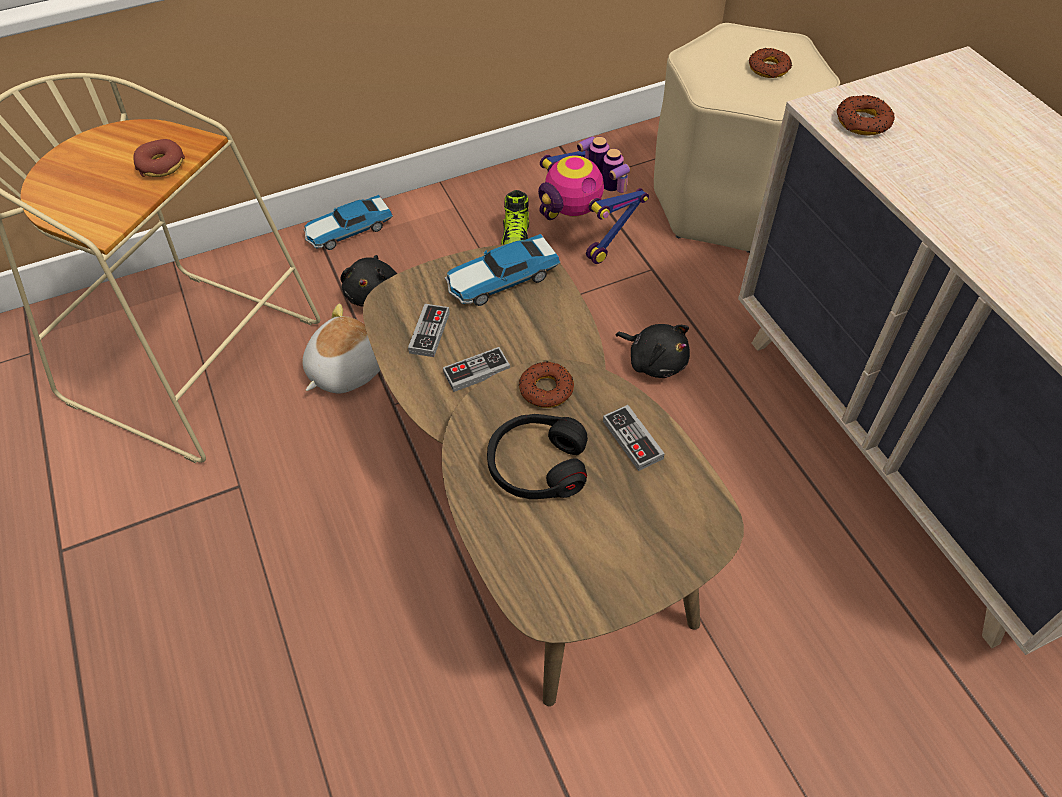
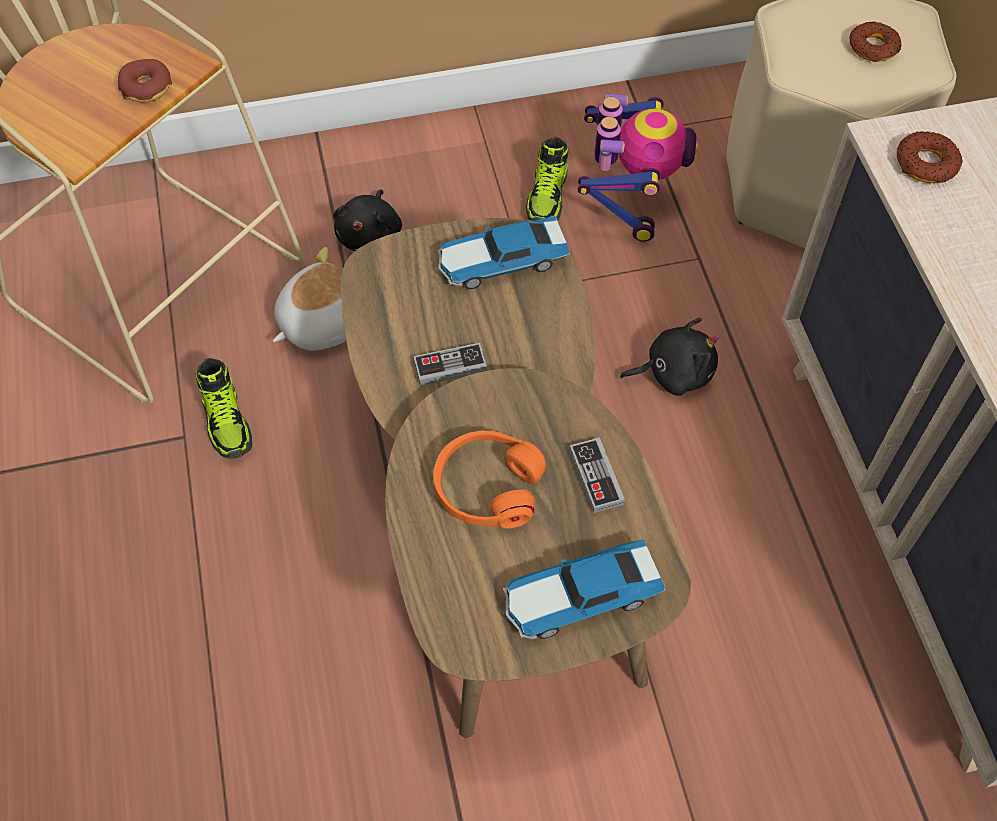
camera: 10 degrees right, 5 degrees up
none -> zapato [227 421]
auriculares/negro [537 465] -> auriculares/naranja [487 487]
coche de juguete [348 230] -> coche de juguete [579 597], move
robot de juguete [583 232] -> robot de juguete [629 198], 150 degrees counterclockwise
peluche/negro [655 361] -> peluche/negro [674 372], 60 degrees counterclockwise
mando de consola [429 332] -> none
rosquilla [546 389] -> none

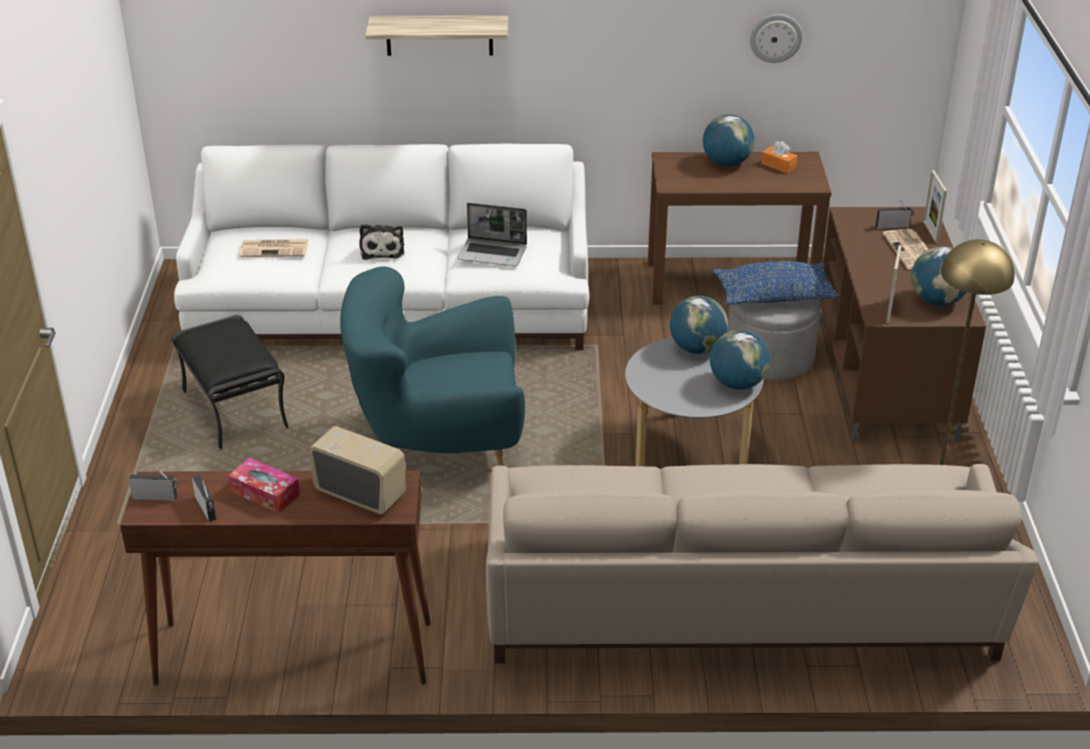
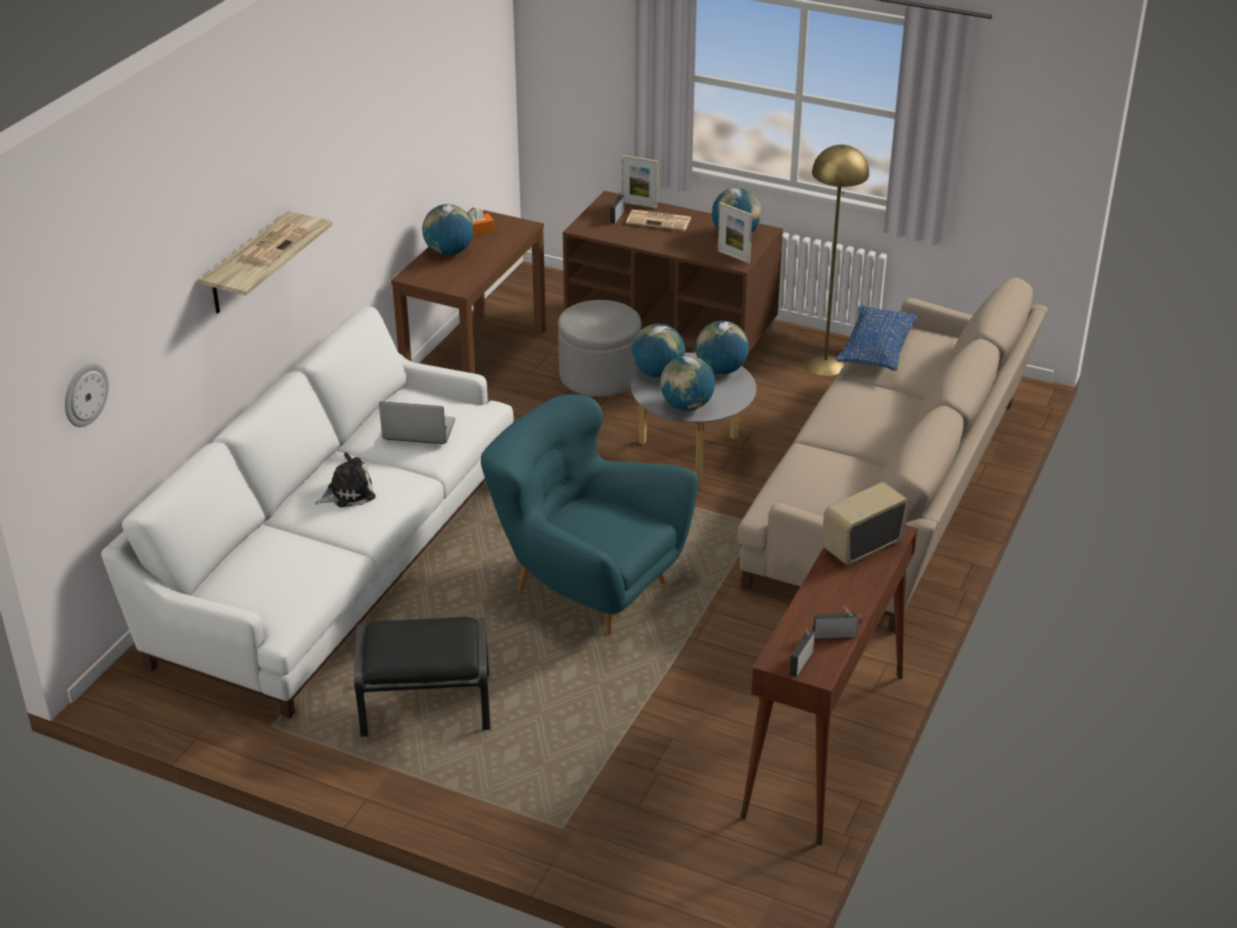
camera: 65 degrees left, 0 degrees up
reloj de pared [775 37] -> reloj de pared [84 394], move
periódico [275 248] -> periódico [274 244], move
peluche [382 249] -> peluche [348 493], 45 degrees counterclockwise
portátil [493 253] -> portátil [417 431], 120 degrees counterclockwise
sillón/turquesa [440 444] -> sillón/turquesa [587 585], 105 degrees clockwise
none -> globo terráqueo [686 406]
cojín/azul [774 296] -> cojín/azul [876 349], move
caja de pañuelos [265 493] -> none

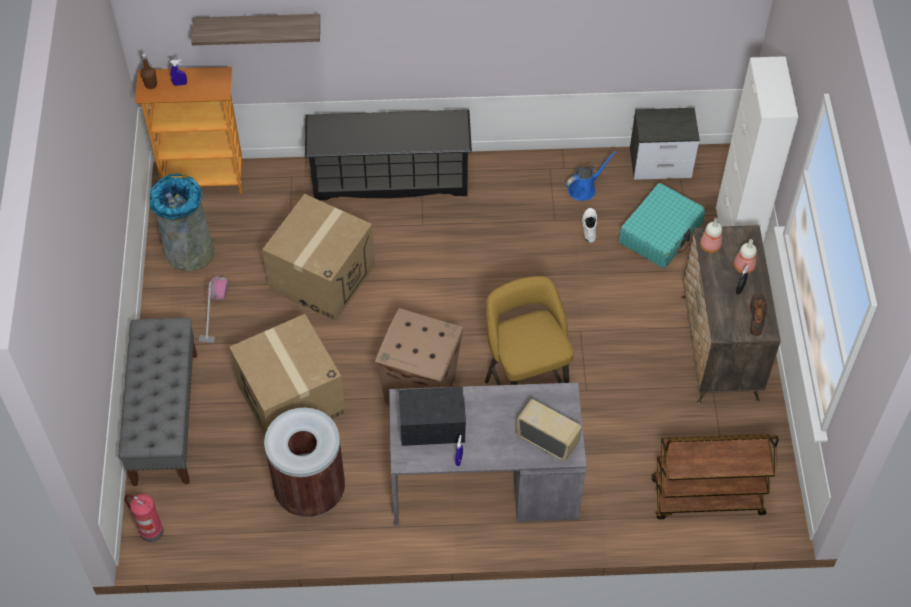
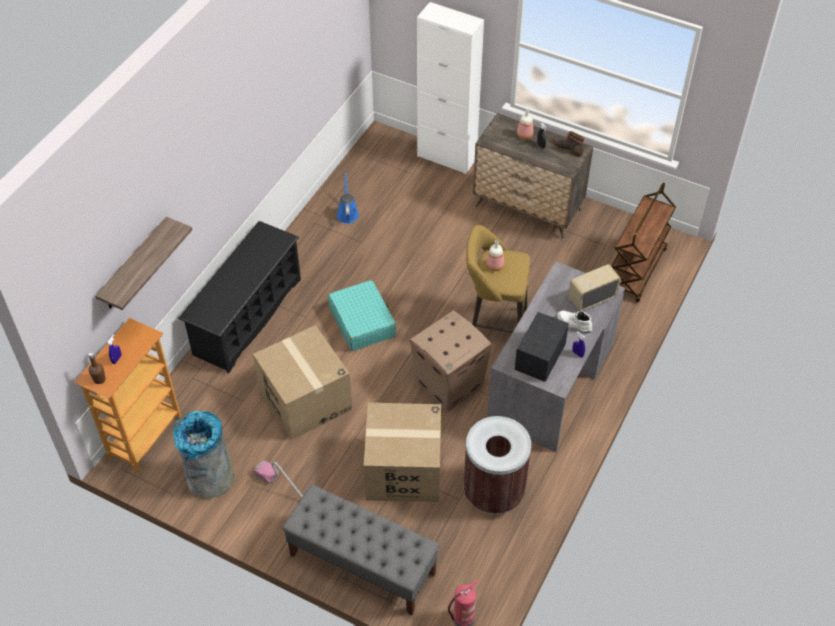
camera: 60 degrees left, 5 degrees down
maleta/turquesa [660 233] -> maleta/turquesa [362 322], move
botella [710 246] -> botella [495 266], move
bota/blanco [589 226] -> bota/blanco [573 324], move
mesita de noche [661 164] -> none

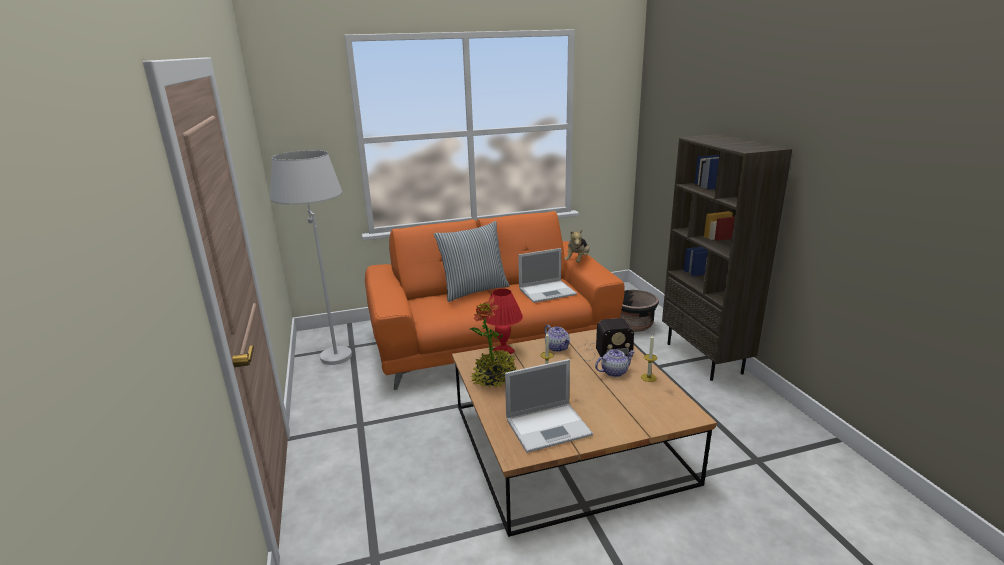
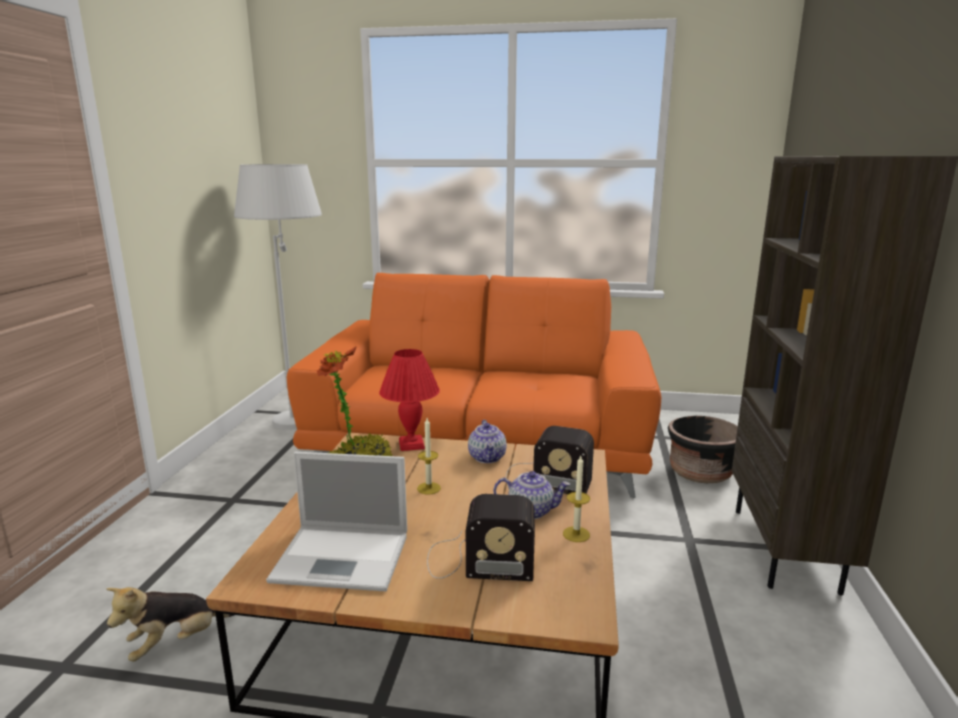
camera: 25 degrees right, 5 degrees down
peluche [577 261] -> peluche [176 642], move
none -> radio [476 561]
cojín [474 290] -> none
portátil [548 291] -> none

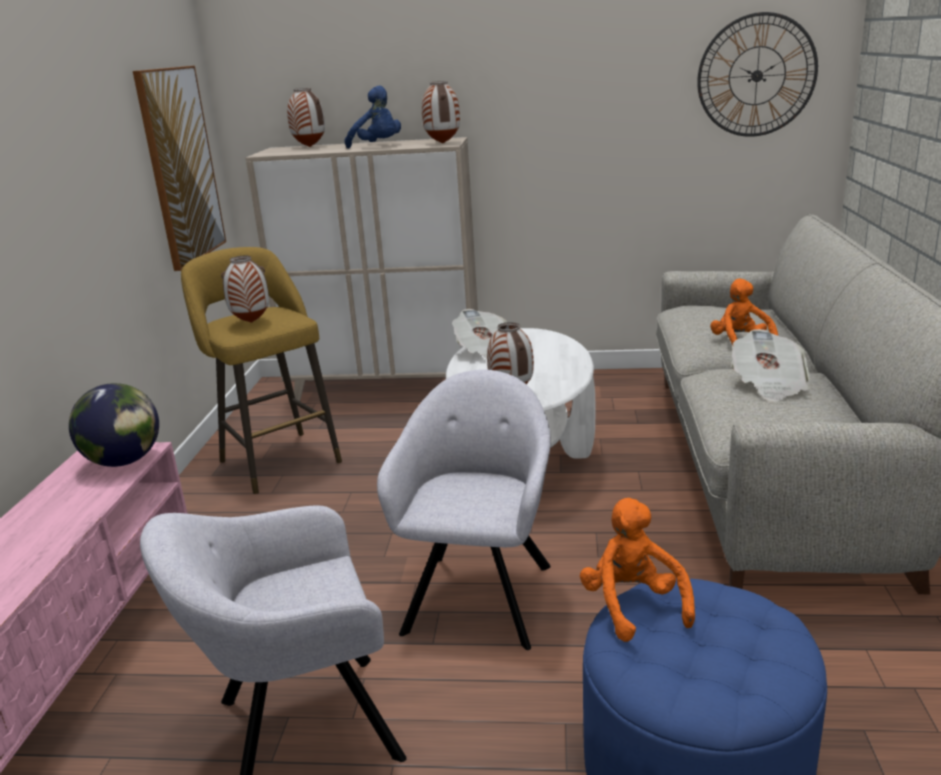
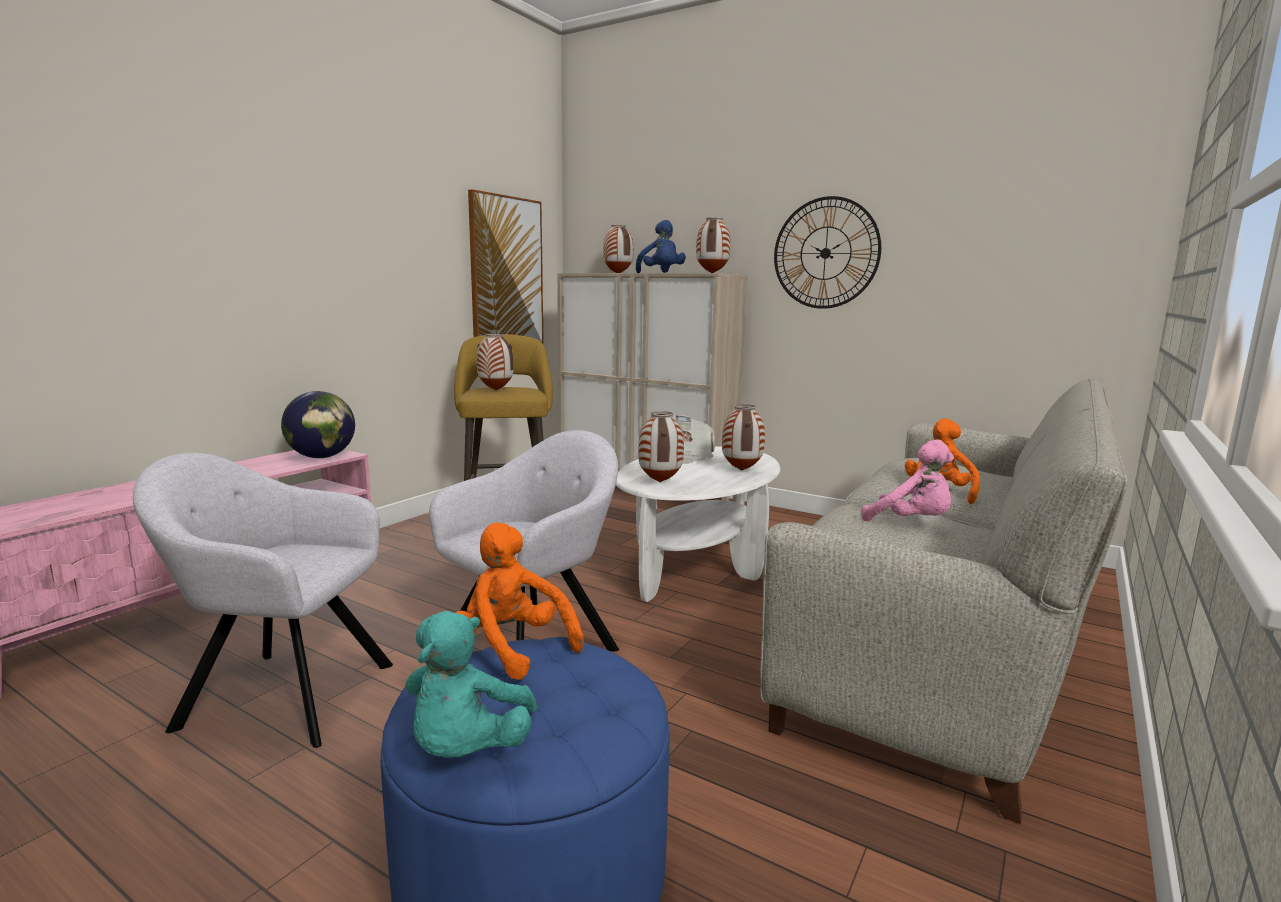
camera: 25 degrees right, 10 degrees down
none -> peluche/turquesa [467 750]
peluche/naranja [633 605] -> peluche/naranja [512 648], 60 degrees counterclockwise
none -> florero [741 470]
reloj de pared [757 76] -> reloj de pared [825 253], move
periódico [768 385] -> peluche/rosa [912 522]

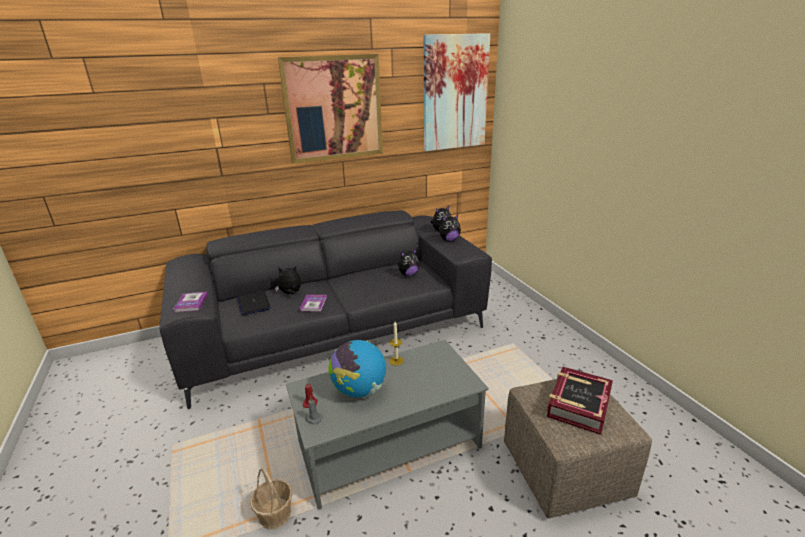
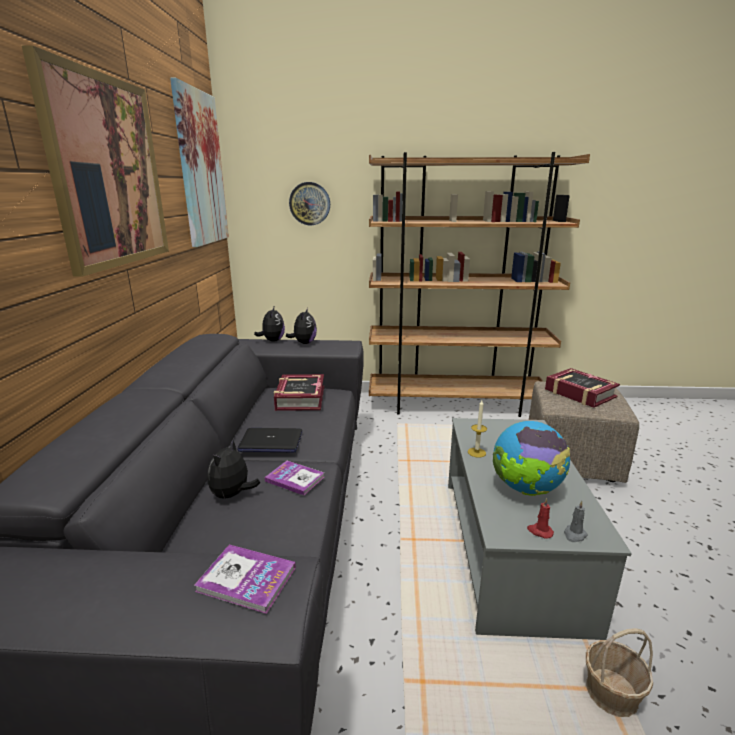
camera: 65 degrees left, 5 degrees down
portátil [253 303] -> portátil [270 442], move
peluche [408 274] -> libro [300 398]
none -> reloj de pared [310 203]
none -> estantería/marrón [456 404]

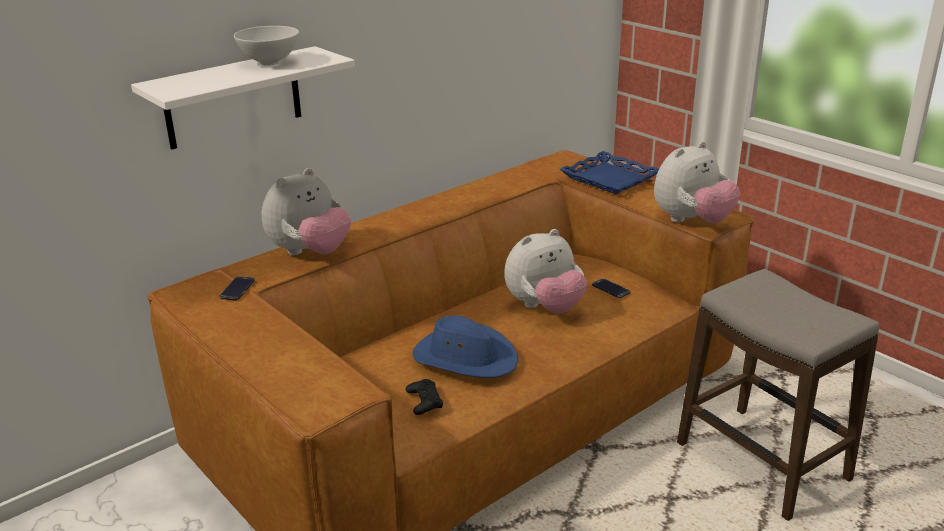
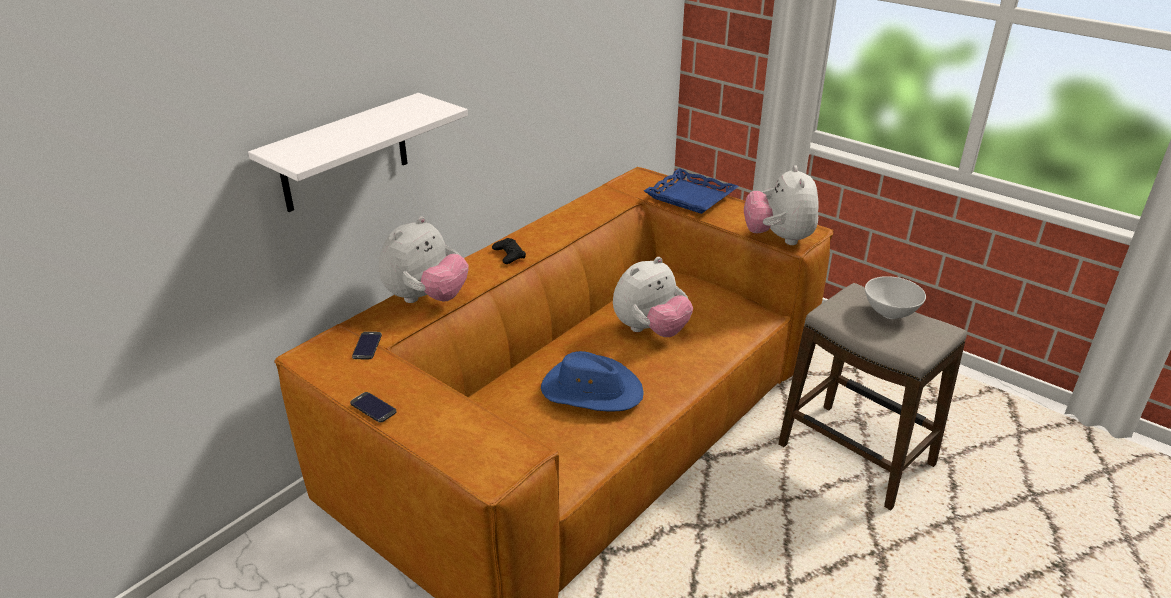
camera: 10 degrees left, 5 degrees up
móvil [610 288] -> móvil [373 407], move
mando de consola/negro [424 401] -> mando de consola/negro [509 255], move
peluche [691 221] -> peluche [778 238], 135 degrees clockwise
cuenco/blanco [269 63] -> cuenco/blanco [890 314], move

